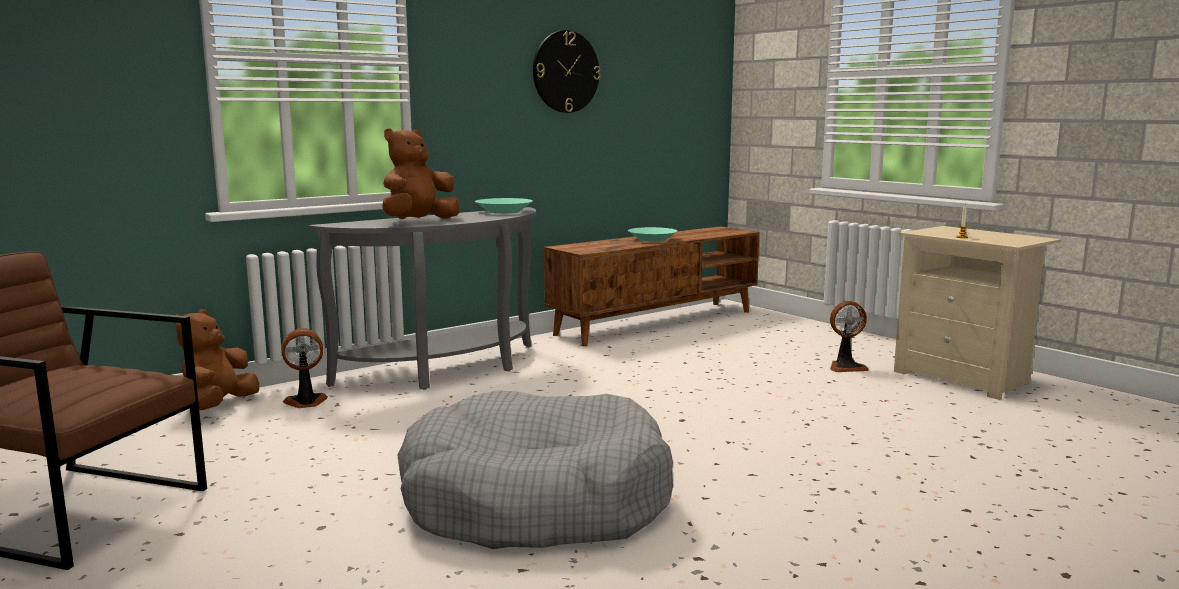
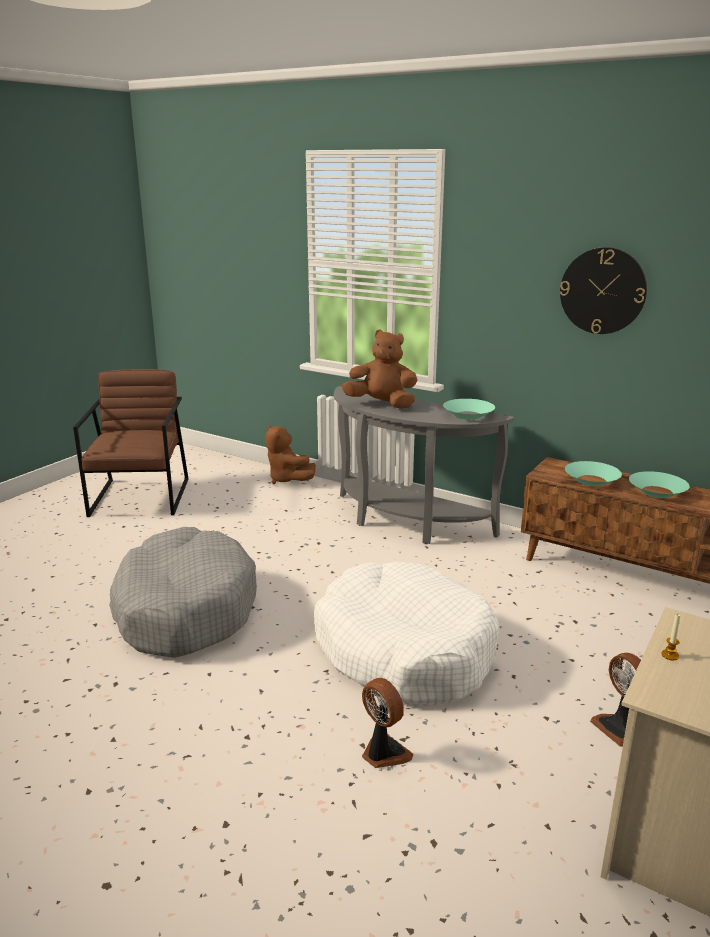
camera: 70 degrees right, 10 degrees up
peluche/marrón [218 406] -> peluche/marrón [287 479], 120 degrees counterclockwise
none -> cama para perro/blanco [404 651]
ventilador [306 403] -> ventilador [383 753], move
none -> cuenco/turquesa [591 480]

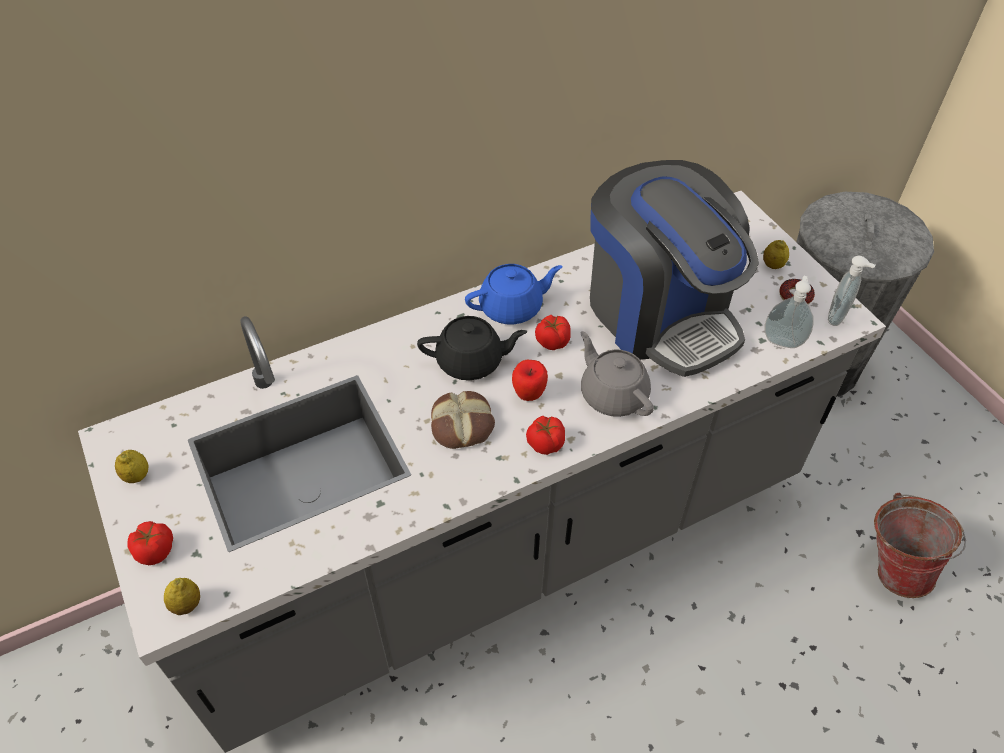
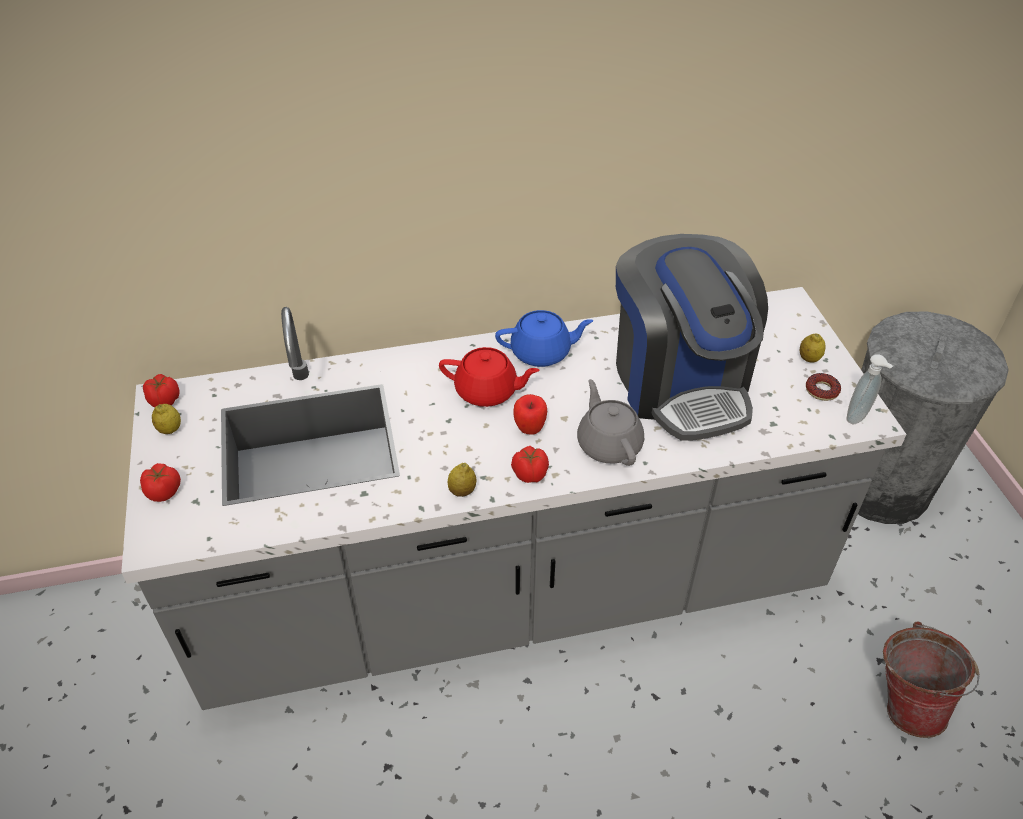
camera: 15 degrees right, 5 degrees down
tomate [552 341] -> tomate [164 401], move
tetera/negro [471 361] -> tetera/rojo [487 391]
limón [187 604] -> limón [462 491], move
pan [463 424] -> none
dispensador de jabón [782 340] -> none

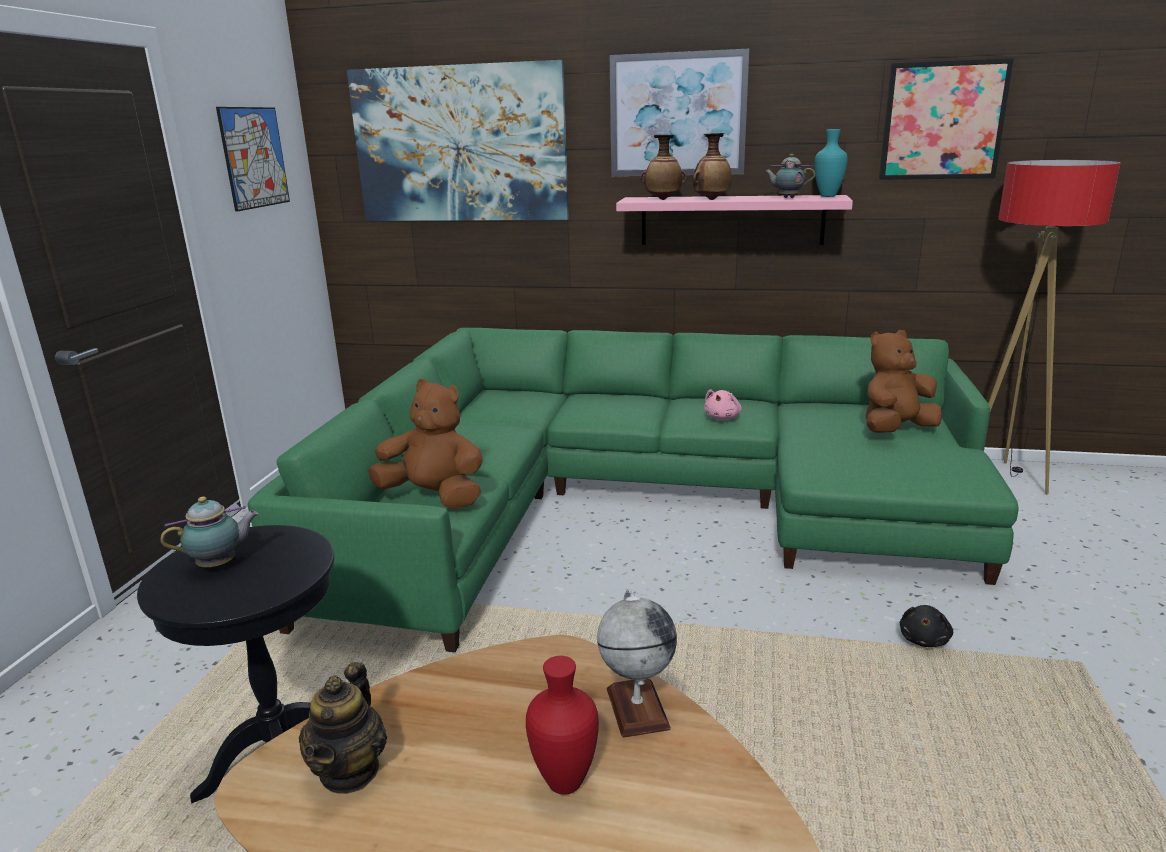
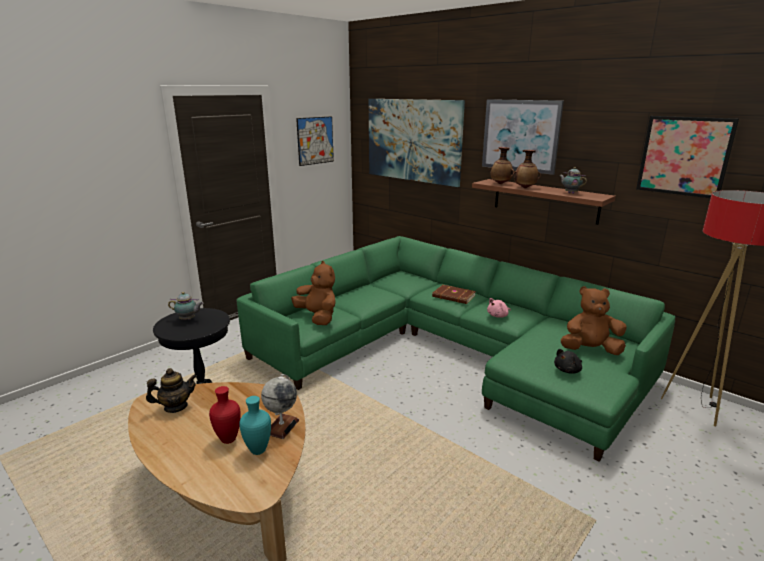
camera: 30 degrees right, 0 degrees up
tetera [350 771] -> tetera [175 407], 150 degrees counterclockwise
florero/turquesa [829 196] -> florero/turquesa [259 450], move
none -> libro/marrón [453 296]
estante/rosa [731 220] -> estante/marrón [545 201]
peluche/negro [924 639] -> peluche/negro [568 370], move

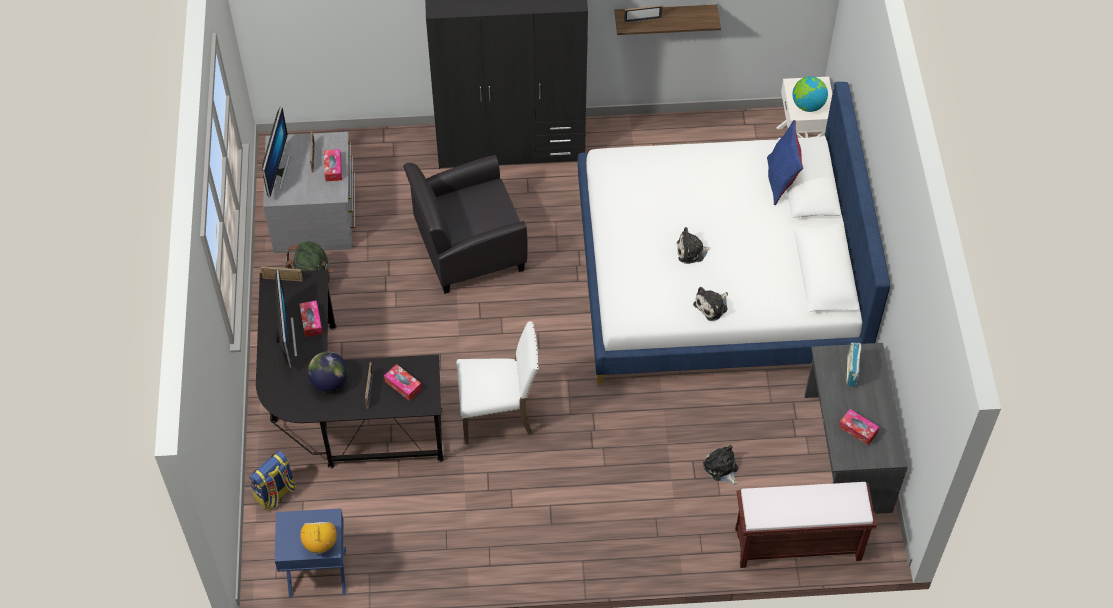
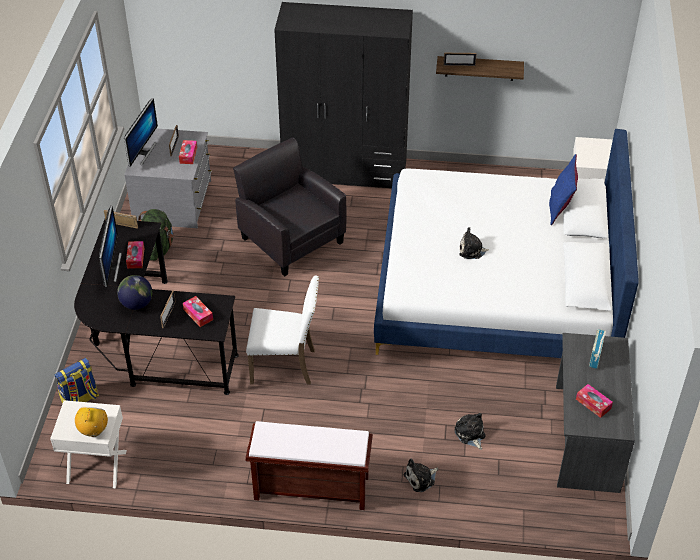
camera: 10 degrees right, 10 degrees down
mesita de noche/azul [317 573] -> mesita de noche/blanco [96 467]
sillón/negro [468 248] -> sillón/negro [291 239], 60 degrees clockwise
banco/marrón [796 545] -> banco/marrón [310 488], move
peluche [712 306] -> peluche [421 478], move
globo terráqueo [808 105] -> none

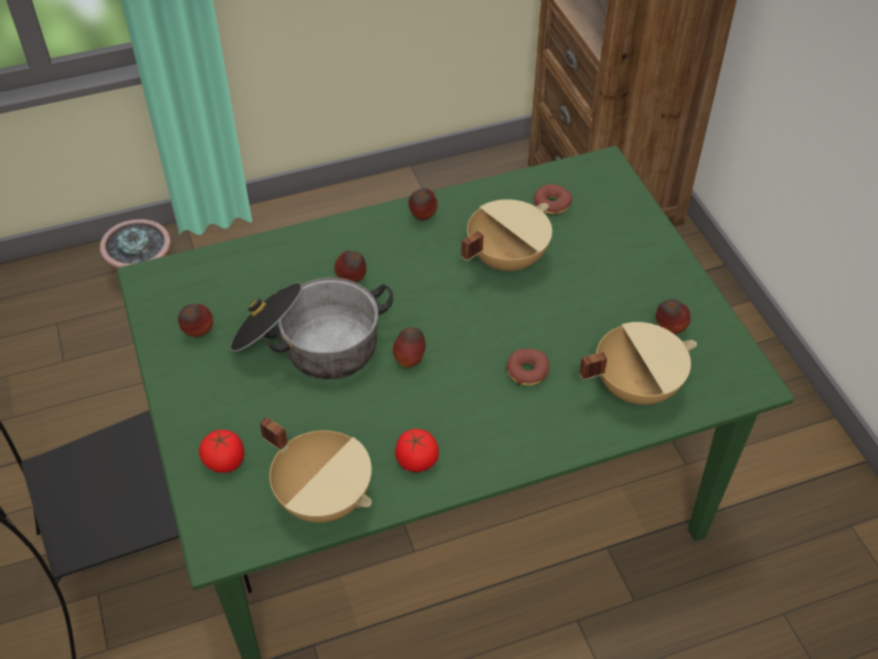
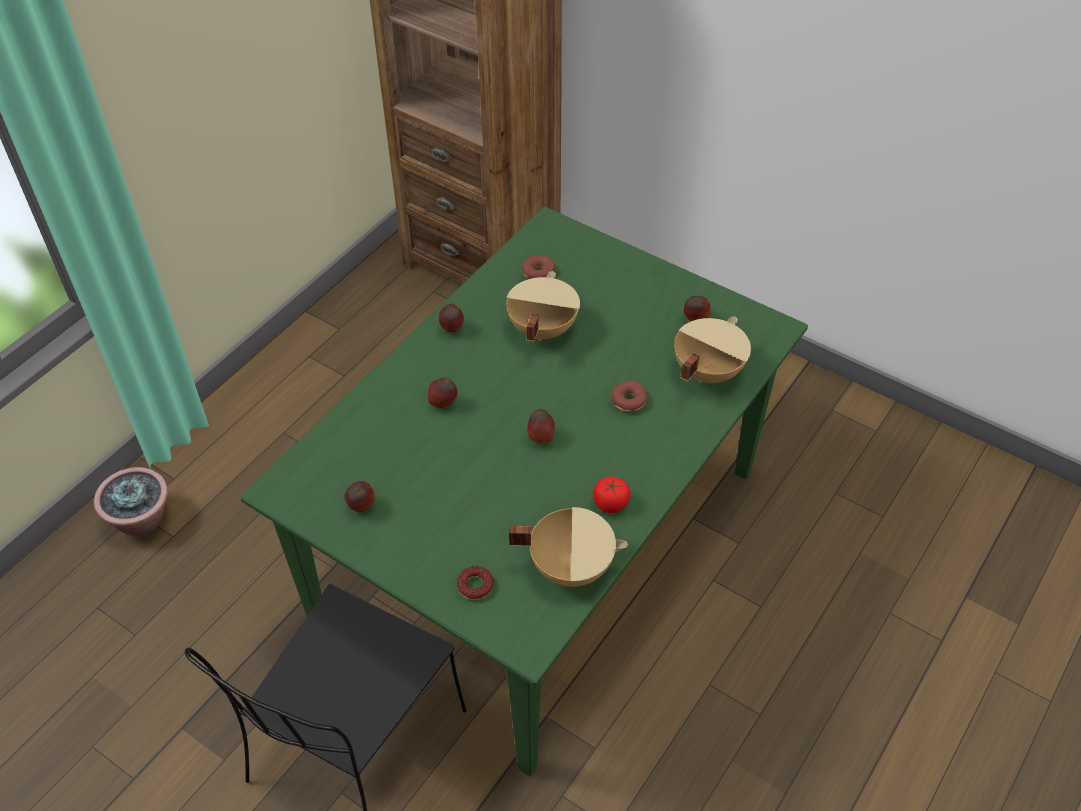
camera: 35 degrees left, 0 degrees up
tomate [224 461] -> rosquilla [475 586]
olla [309 344] -> none

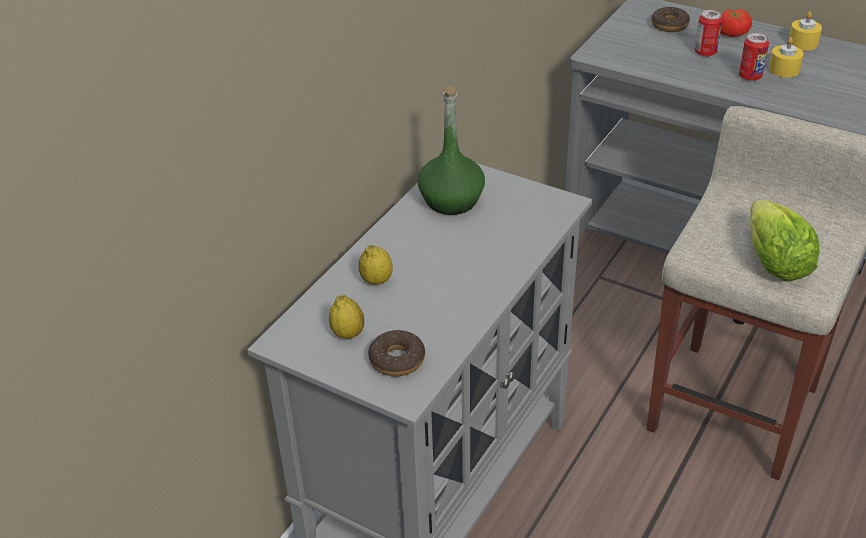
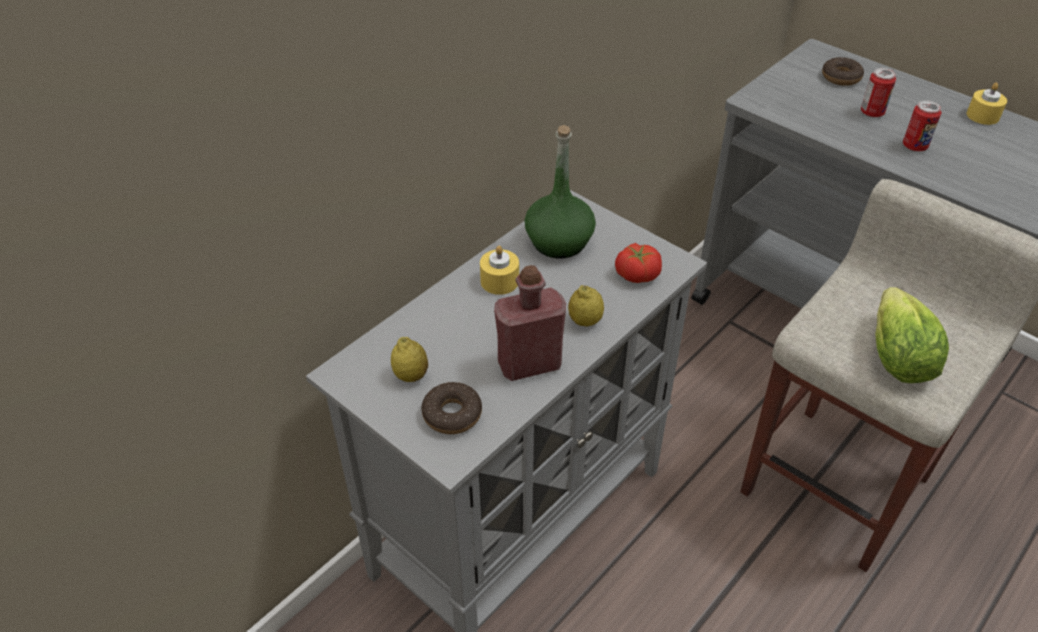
camera: 10 degrees right, 5 degrees up
vela/amarillo [784 70] -> vela/amarillo [499 281], move
none -> botella/rojo [529 364]
limón [376 280] -> limón [585 321], move
tomate [731 33] -> tomate [636 274], move

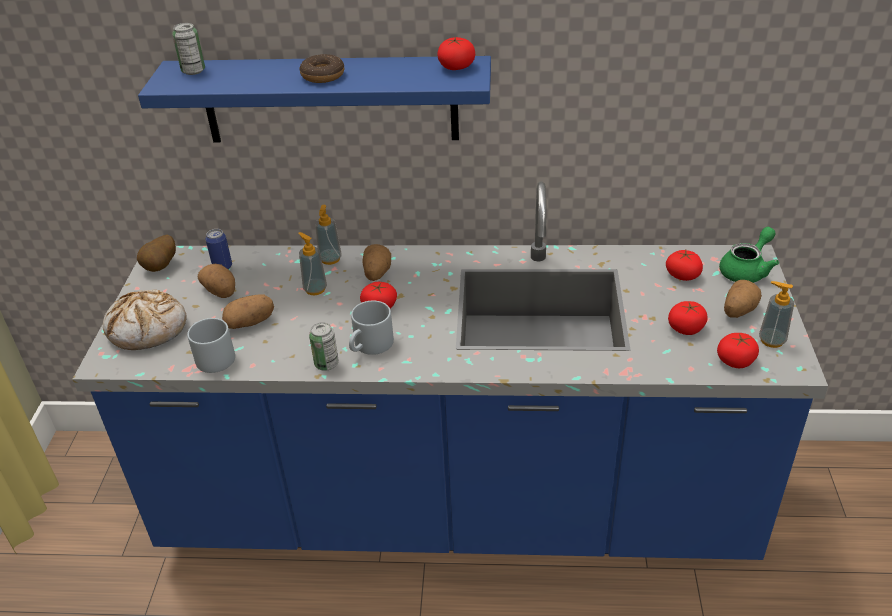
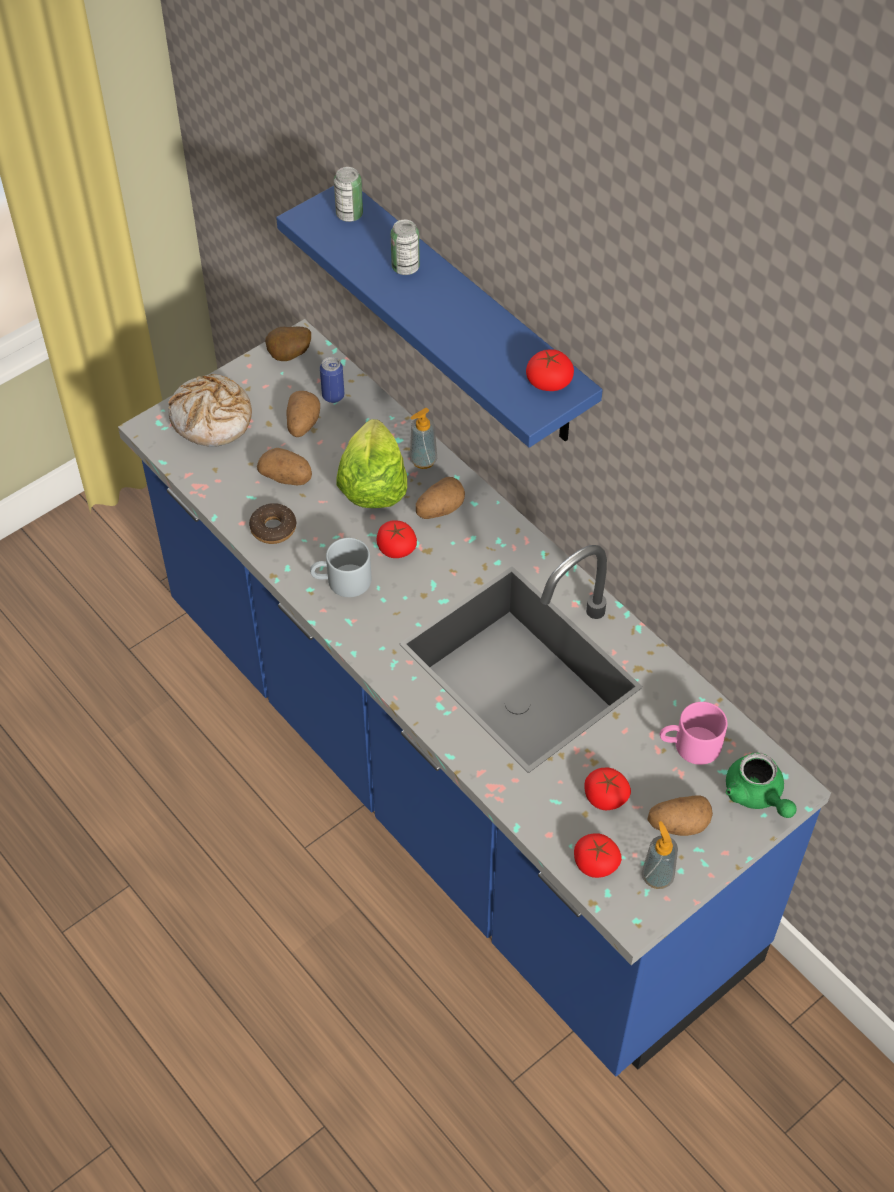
camera: 45 degrees right, 15 degrees up
rosquilla [323 75] -> rosquilla [273 528], move
dispensador de jabón [315 289] -> lechuga [372 484]
lata [326 364] -> lata [405 267], move
tomate [682 275] -> taza grande/rosa [689 746]
tetera/verde [747 270] -> tetera/verde [757 795], 60 degrees clockwise
taza grande/gris [211 356] -> none

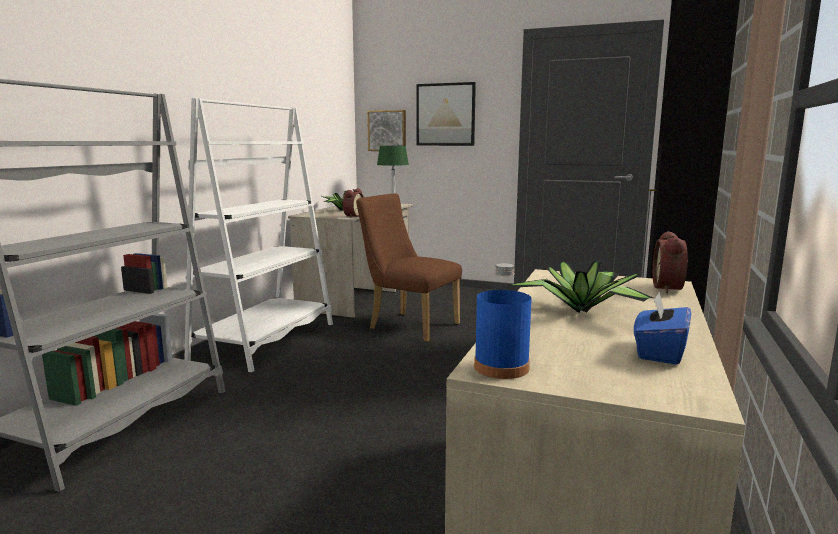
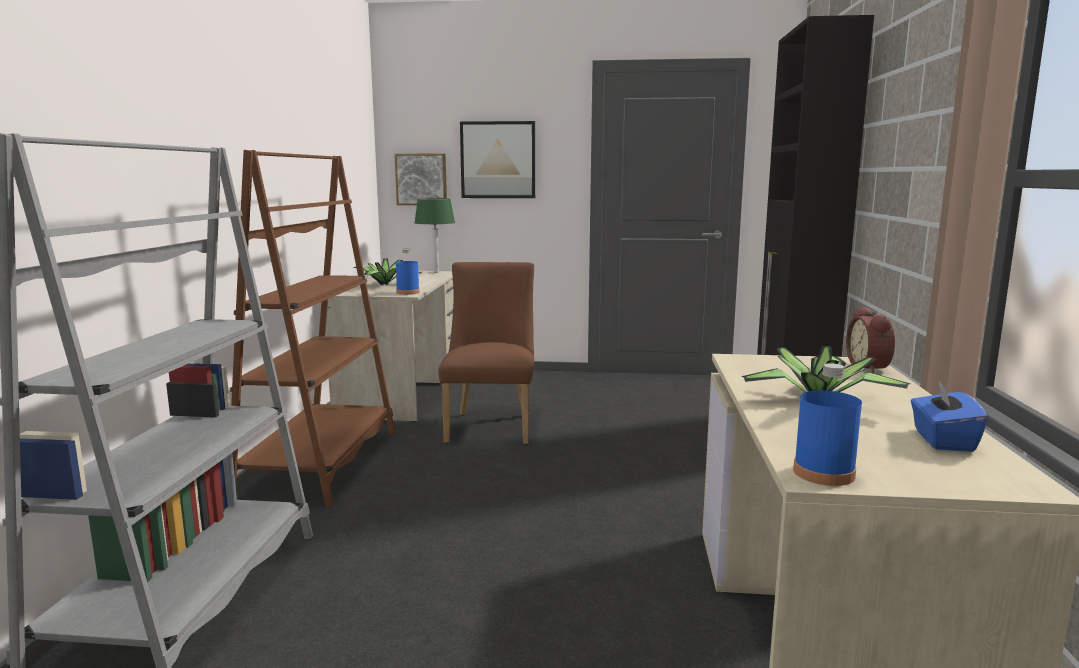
camera: 15 degrees left, 0 degrees up
estantería/blanco [266 342] -> estantería/marrón [321 464]
despertador [352 216] -> botella/azul [408 292]
silla/marrón [408 325] -> silla/marrón [491 425], 75 degrees clockwise

